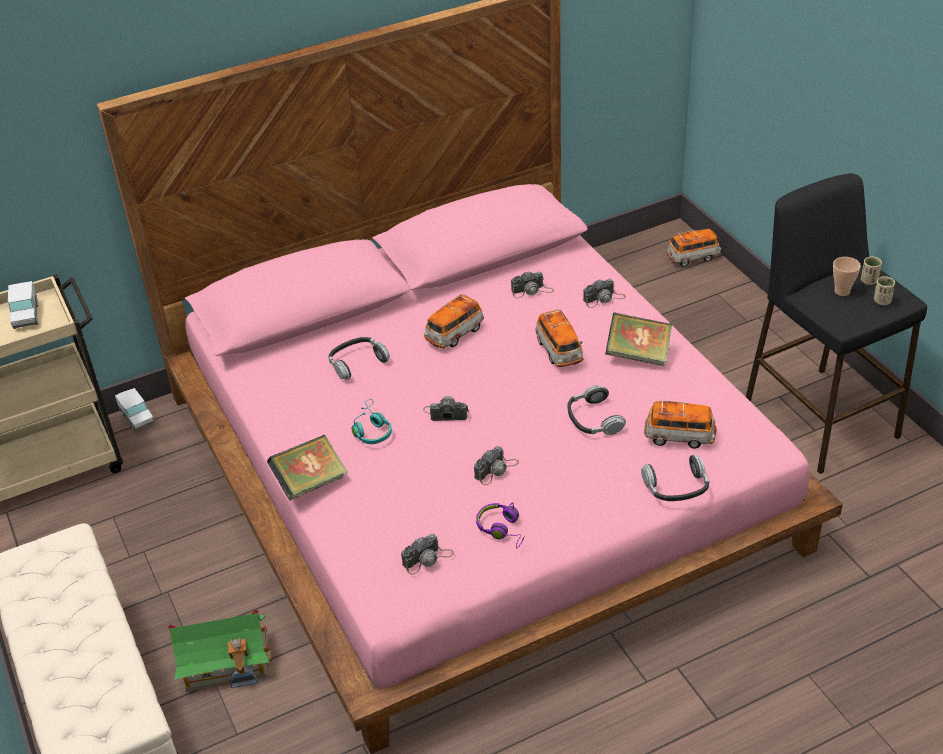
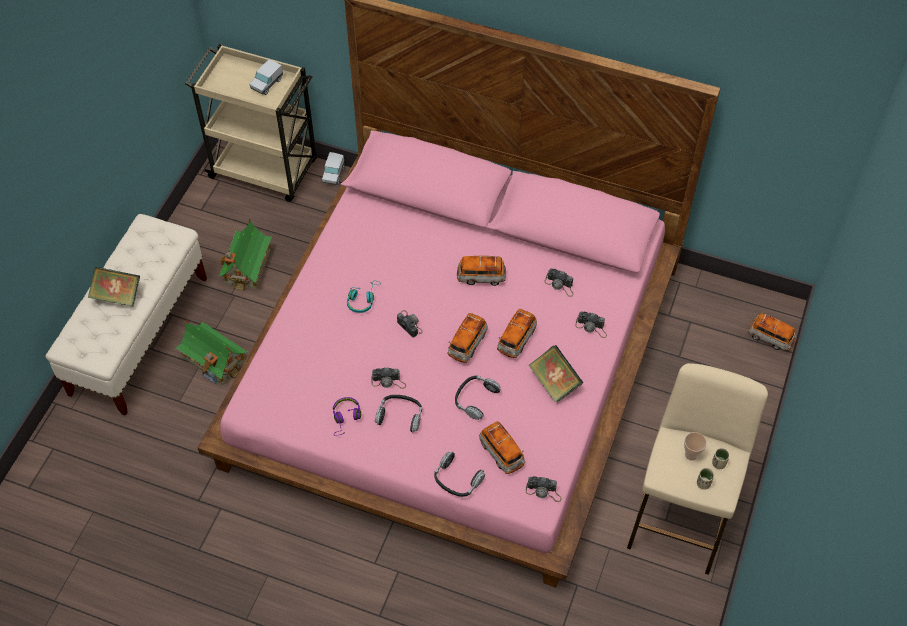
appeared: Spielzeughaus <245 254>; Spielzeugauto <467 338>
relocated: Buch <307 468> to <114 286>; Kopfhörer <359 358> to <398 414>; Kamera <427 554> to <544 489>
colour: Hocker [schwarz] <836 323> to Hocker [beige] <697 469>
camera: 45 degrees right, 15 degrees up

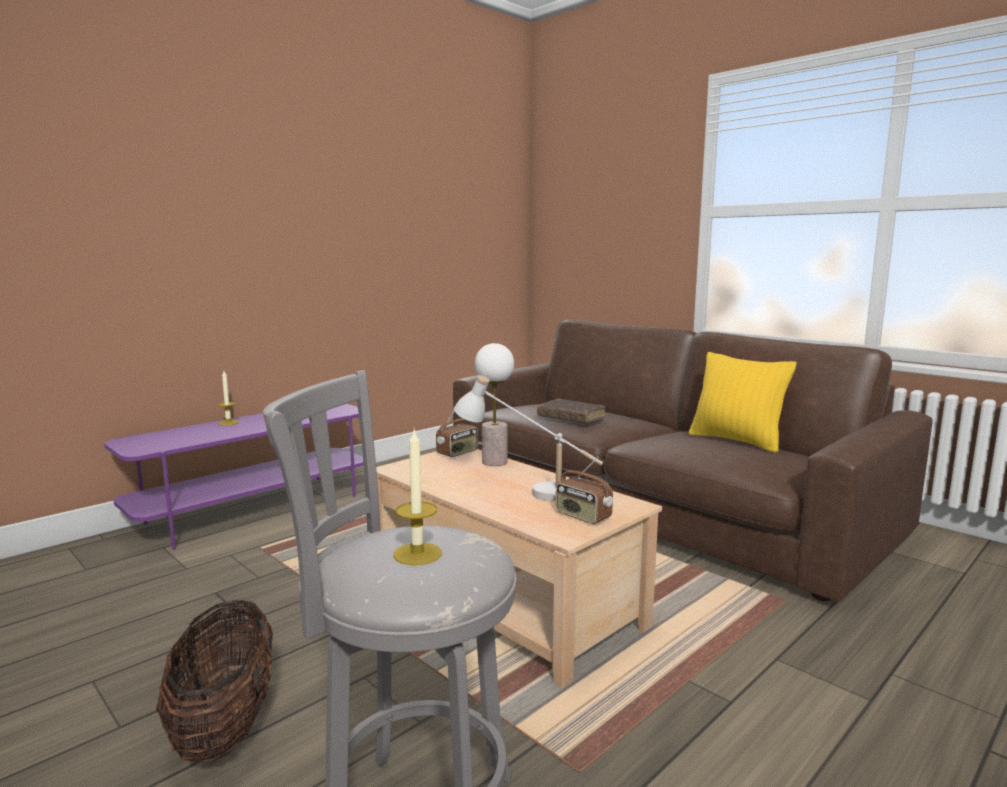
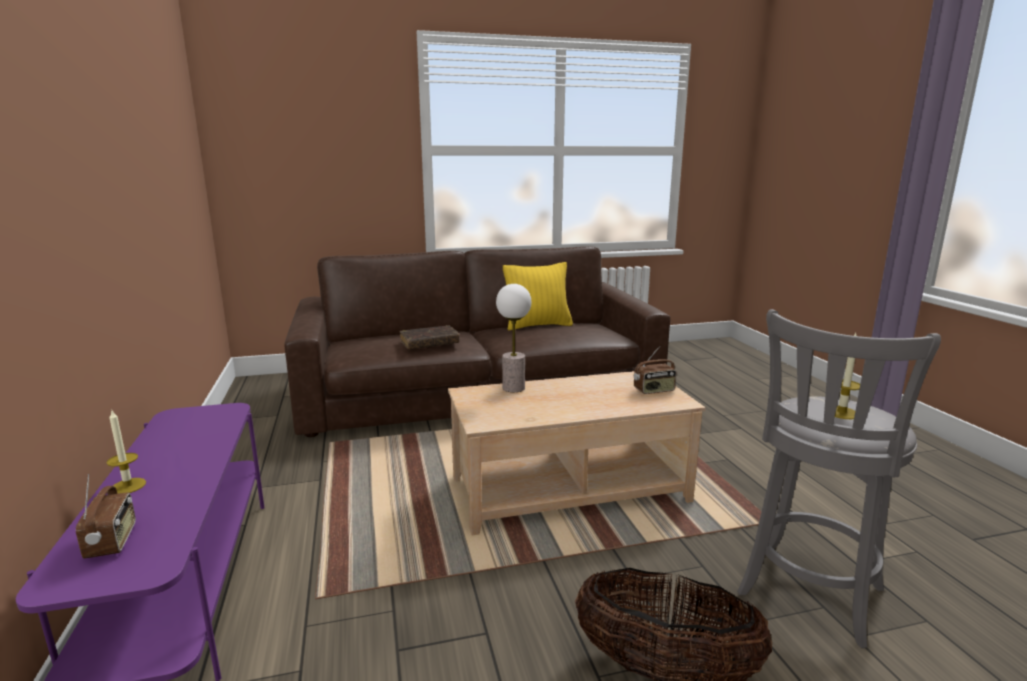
missing: Tischlampe [weiß] <528 438>
relocated: Radio <457 434> to <106 516>
camera: 60 degrees left, 5 degrees up

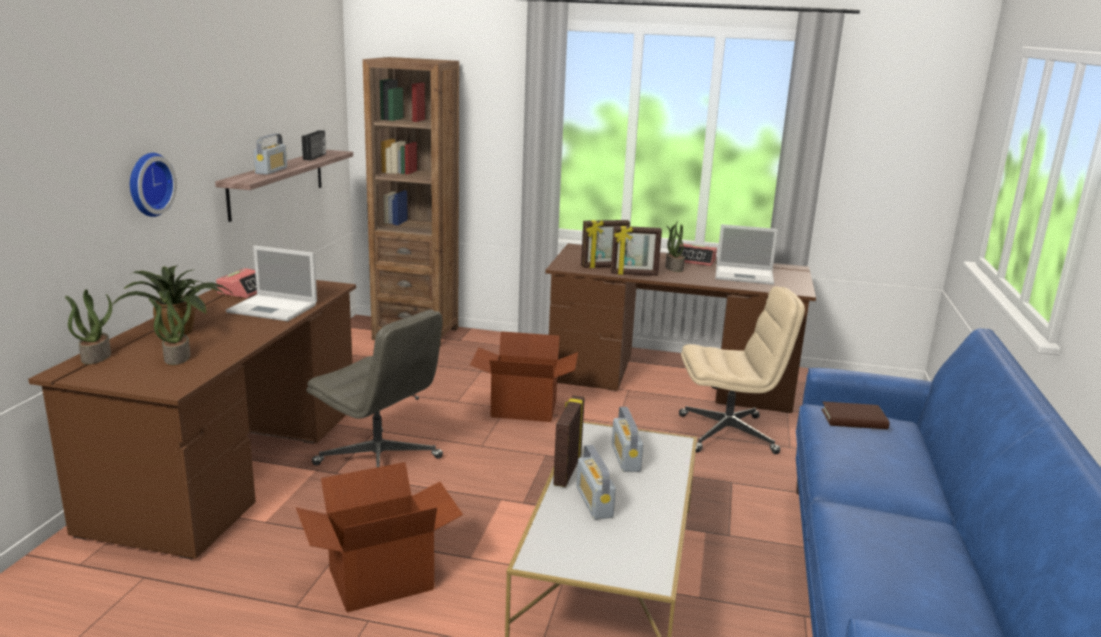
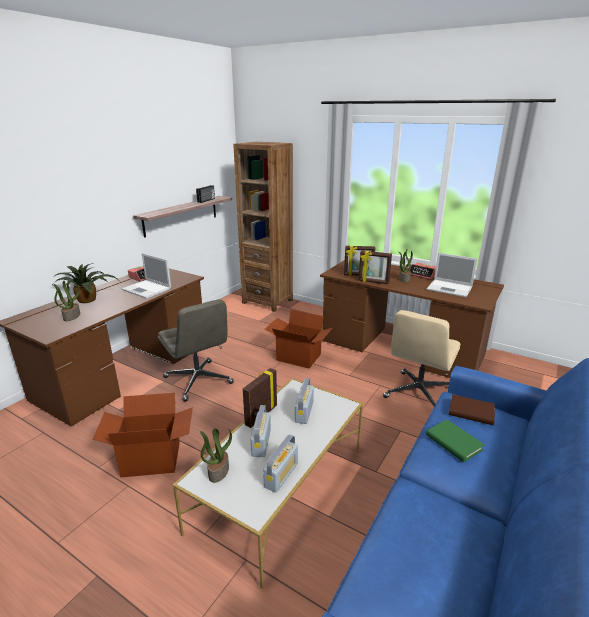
missing: Wanduhr <153 185>
appeared: Buch [grün] <455 441>
relocated: Topfpflanze <88 326> to <216 455>; Radio <270 154> to <280 463>
spun: Bürostuhl [beige] <742 370> = <421 358> 105 degrees clockwise
camera: 20 degrees right, 5 degrees up

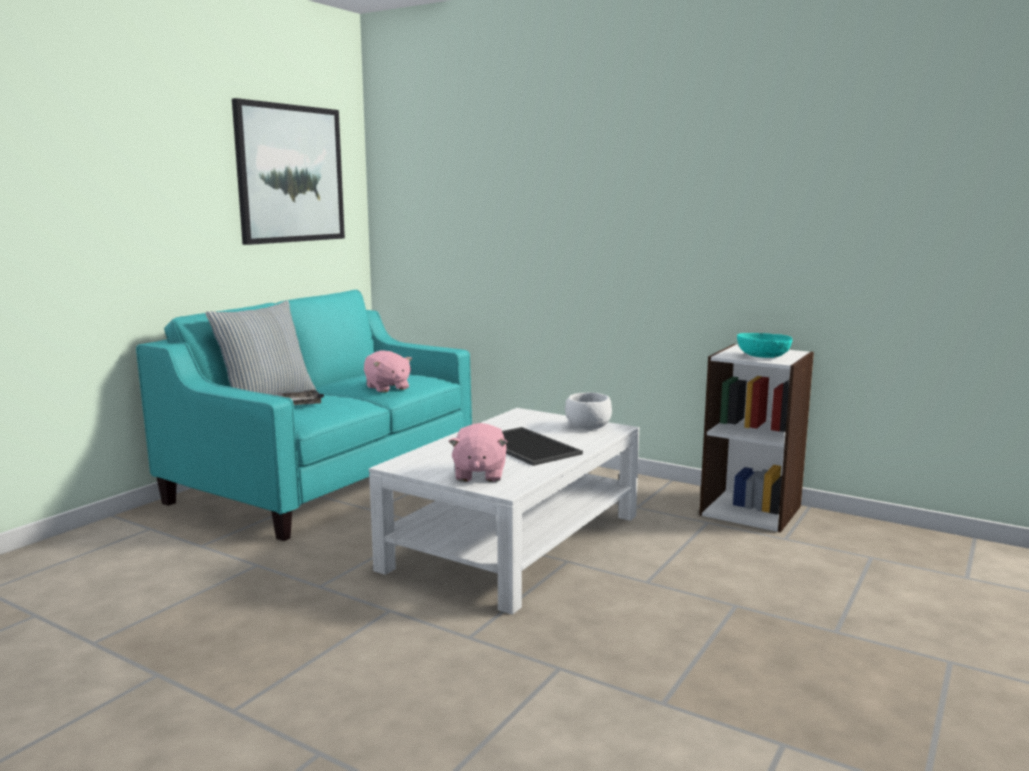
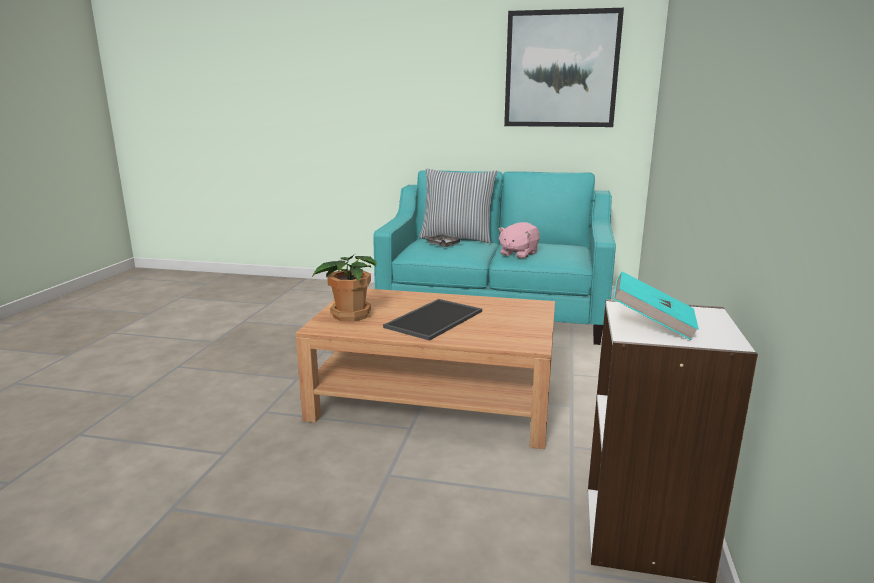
missing: Schüssel [weiß] <588 411>
exchanged: Plüschtier [rosa] <477 452> to Topfpflanze <343 287>; Schüssel [türkis] <764 345> to Buch [türkis] <656 306>
colour: Couchtisch [weiß] <504 511> to Couchtisch [braun] <425 369>
camera: 70 degrees right, 5 degrees up

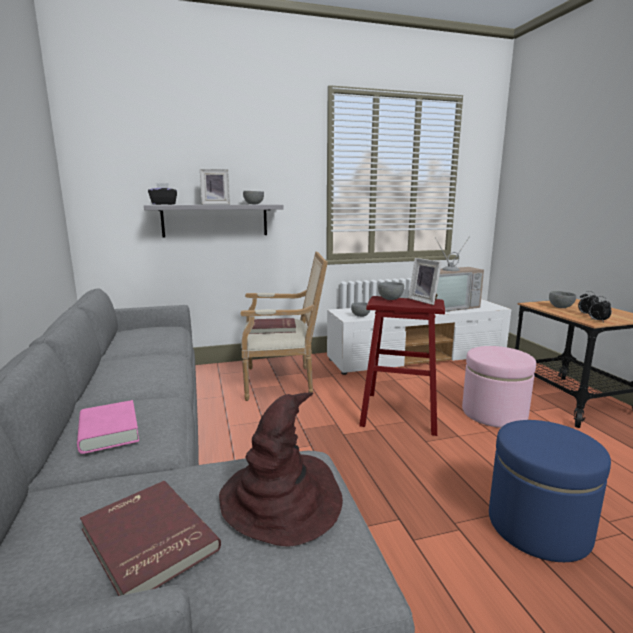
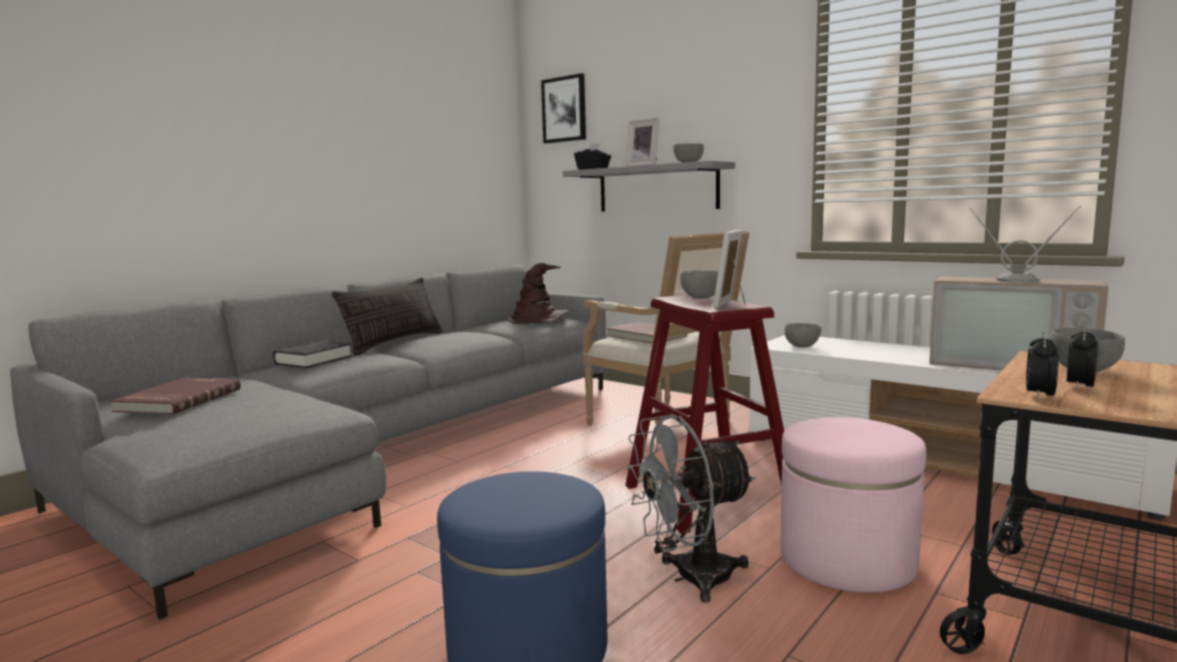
appeared: Kissen <387 316>; Bild <563 108>; Ventilator [grau] <690 508>
relocated: Hut [braun] <281 469> to <538 293>
colour: Buch [rosa] <108 427> to Buch [schwarz] <312 354>
camera: 55 degrees right, 5 degrees down

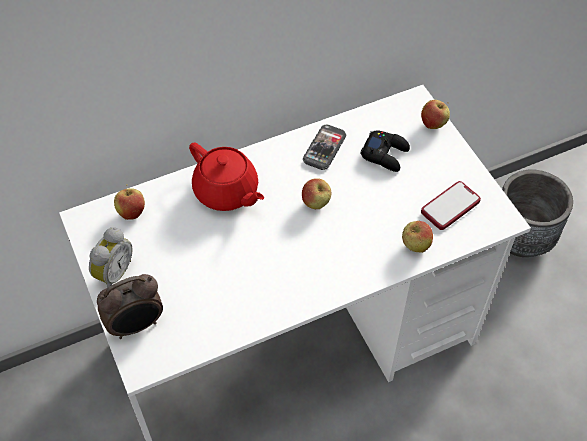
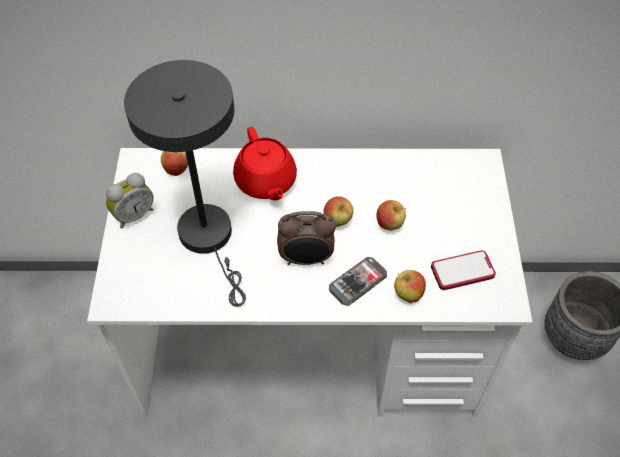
missing: Gamepad [schwarz] <385 151>
appeared: Tischlampe [grau] <185 183>
relocated: Wecker <130 306> to <306 238>; Handy <324 147> to <358 281>; Apfel <435 114> to <391 215>
camera: 25 degrees right, 0 degrees up

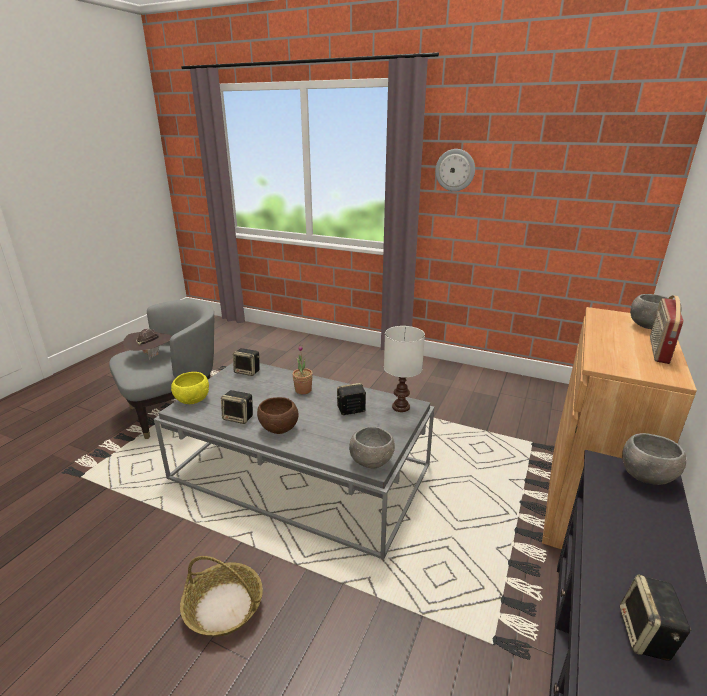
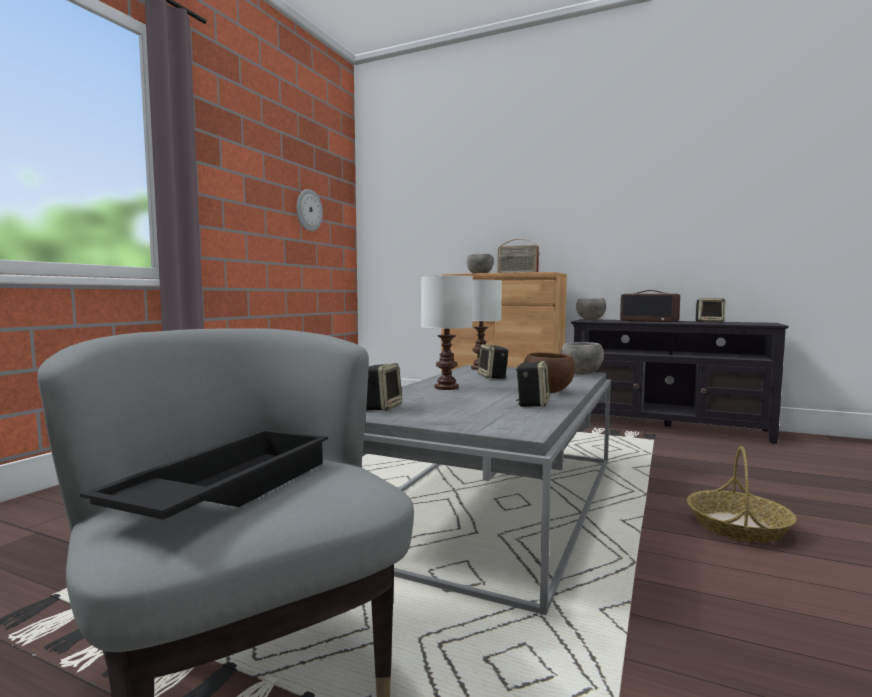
missing: Schüssel [gelb] <190 388>
appeared: Radio <650 306>
relocated: Wanduhr <455 170> to <310 210>
exchanged: Hut [braun] <147 344> to Tablett [schwarz] <204 474>; Topfpflanze <302 369> to Tischlampe [weiß] <447 332>
camera: 90 degrees left, 20 degrees down

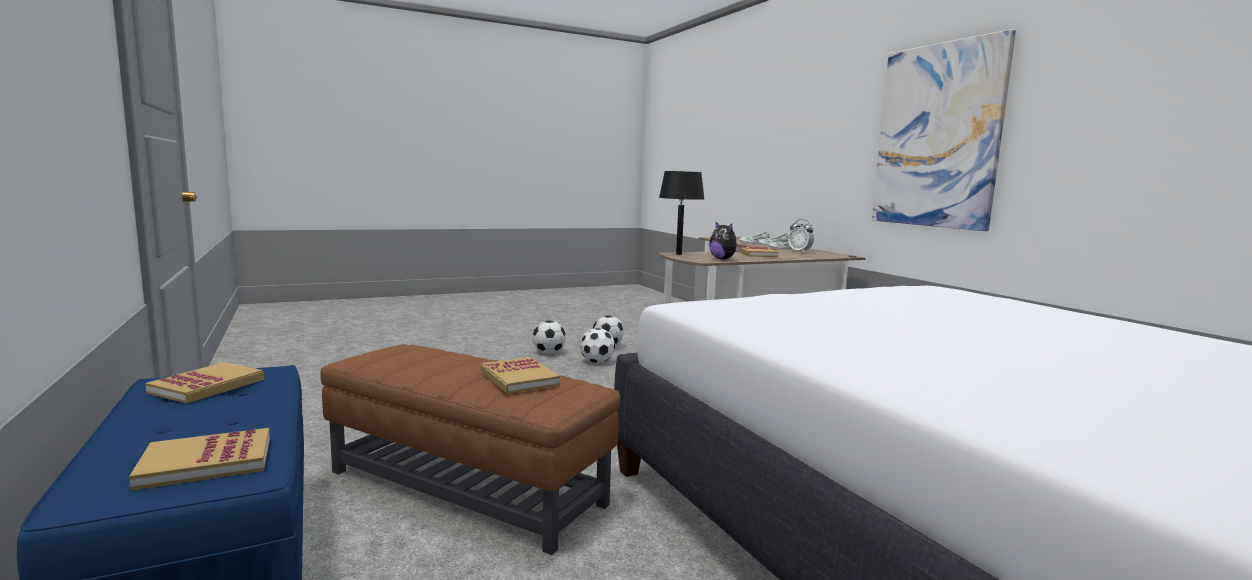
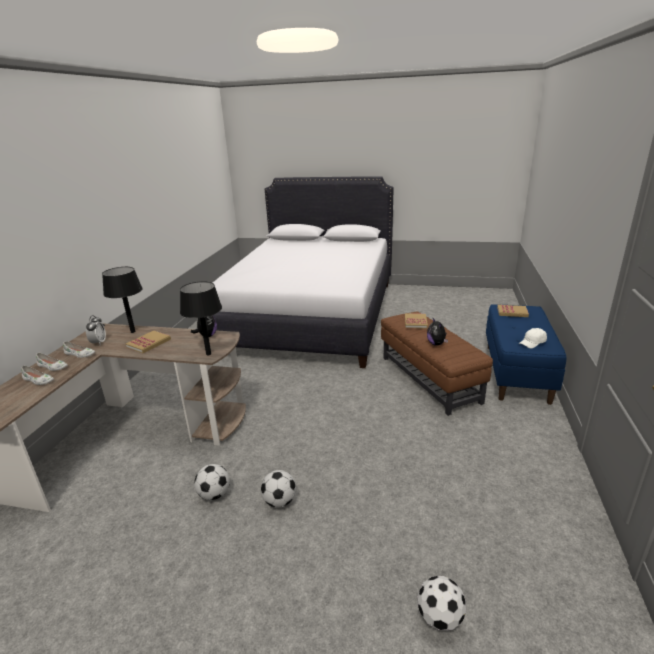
missing: Bild <944 130>
appeared: Tischlampe [schwarz] <122 300>; Plüschtier <437 332>
relocated: Fußball <597 345> to <441 603>
exchanged: Buch <205 383> to Kappe [weiß] <533 338>
camera: 140 degrees left, 15 degrees up

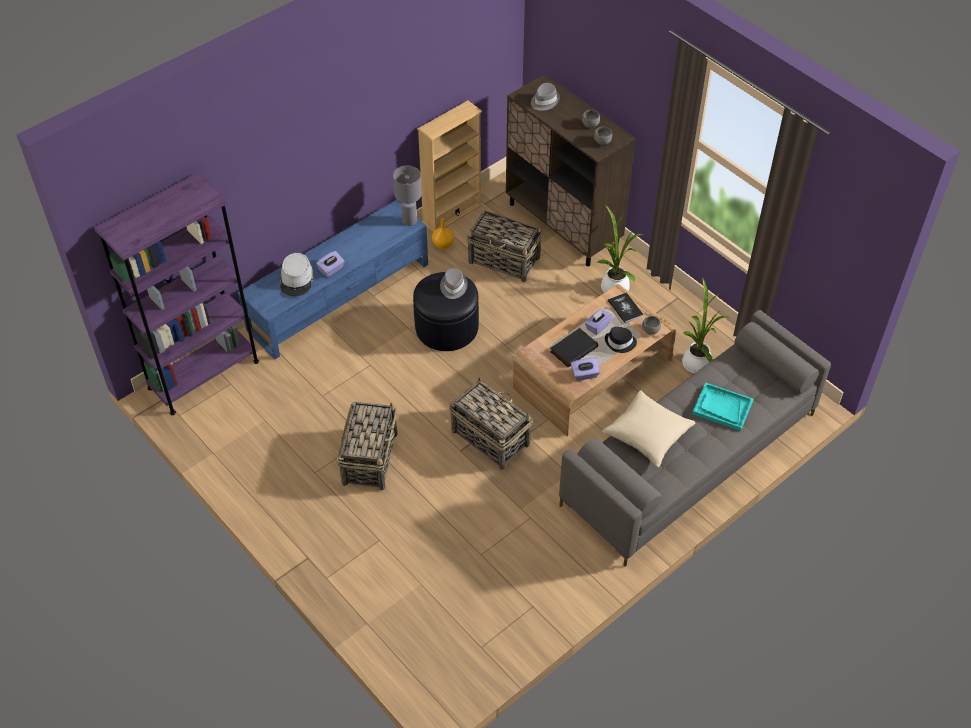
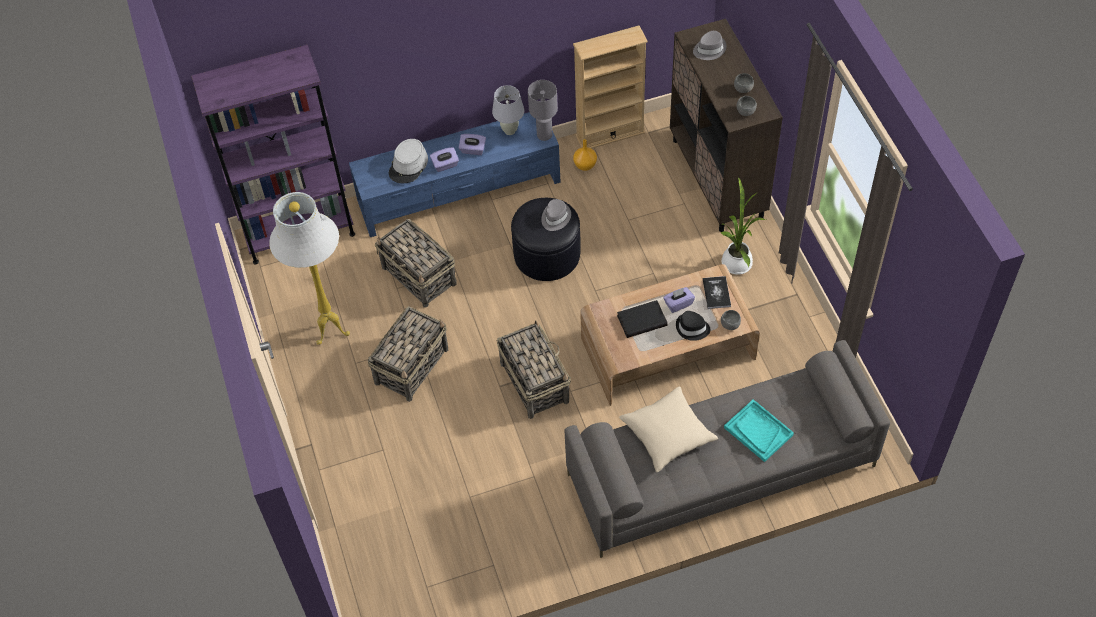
missing: Topfpflanze <706 325>
appeared: Stehlampe [weiß] <309 268>; Tischlampe [weiß] <508 110>
relocated: Korb <504 246> to <415 263>; Taschentuchbox [lila] <585 369> to <472 144>
camera: 25 degrees right, 5 degrees up

